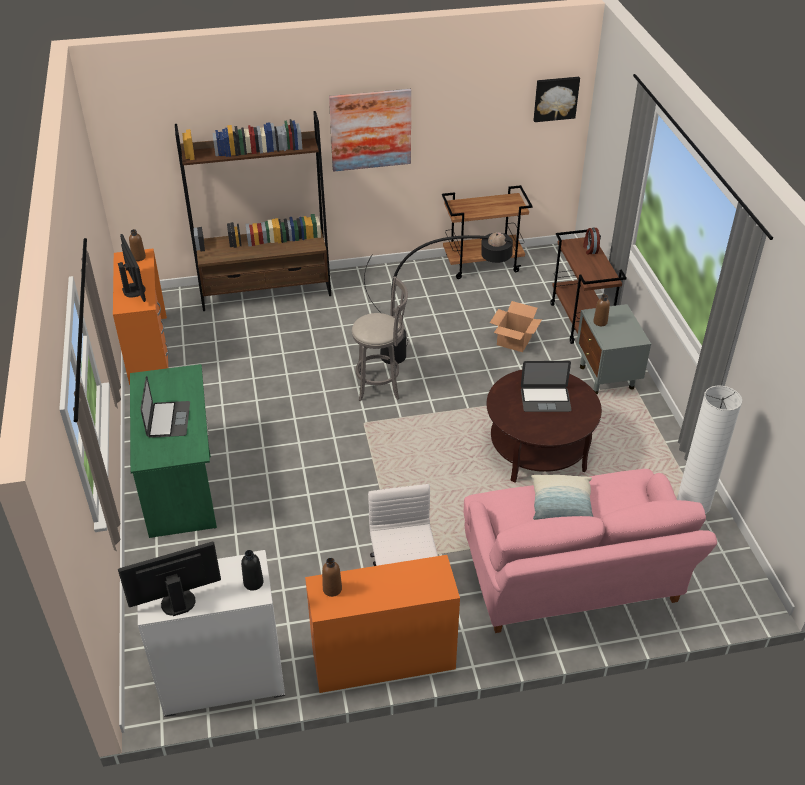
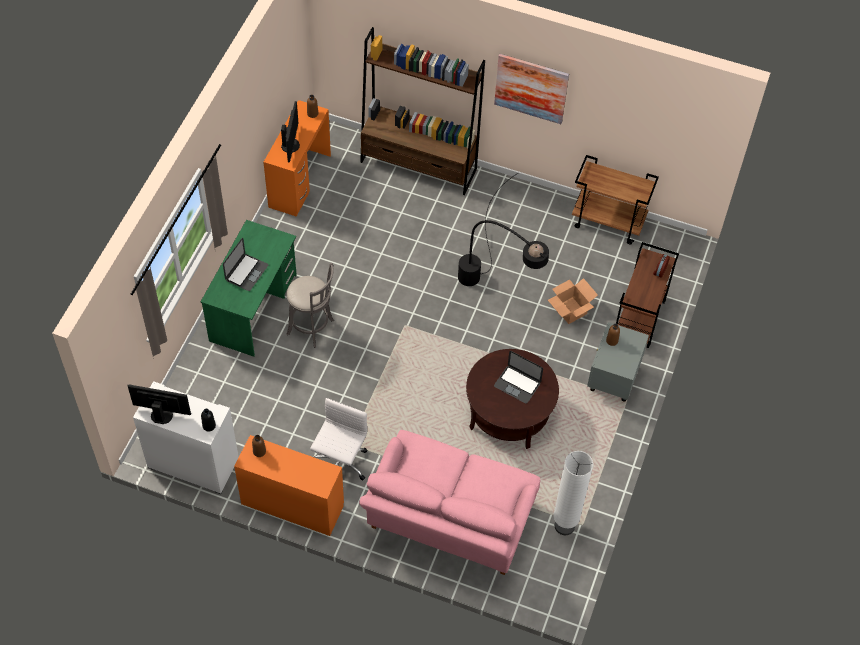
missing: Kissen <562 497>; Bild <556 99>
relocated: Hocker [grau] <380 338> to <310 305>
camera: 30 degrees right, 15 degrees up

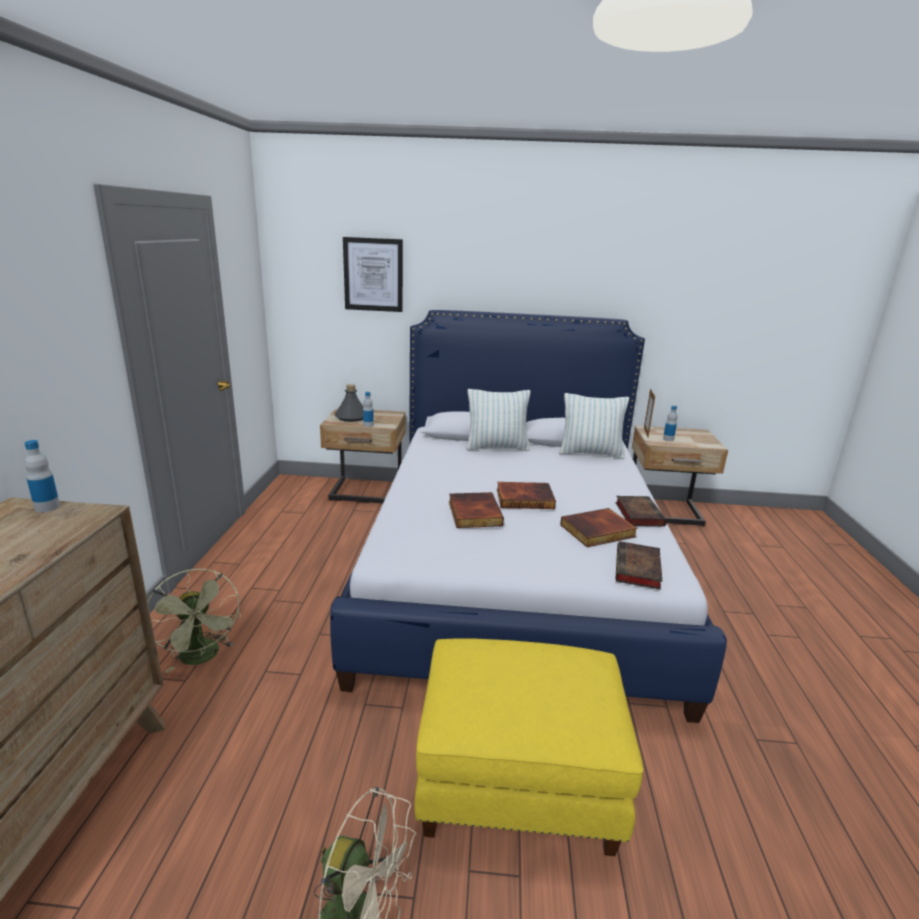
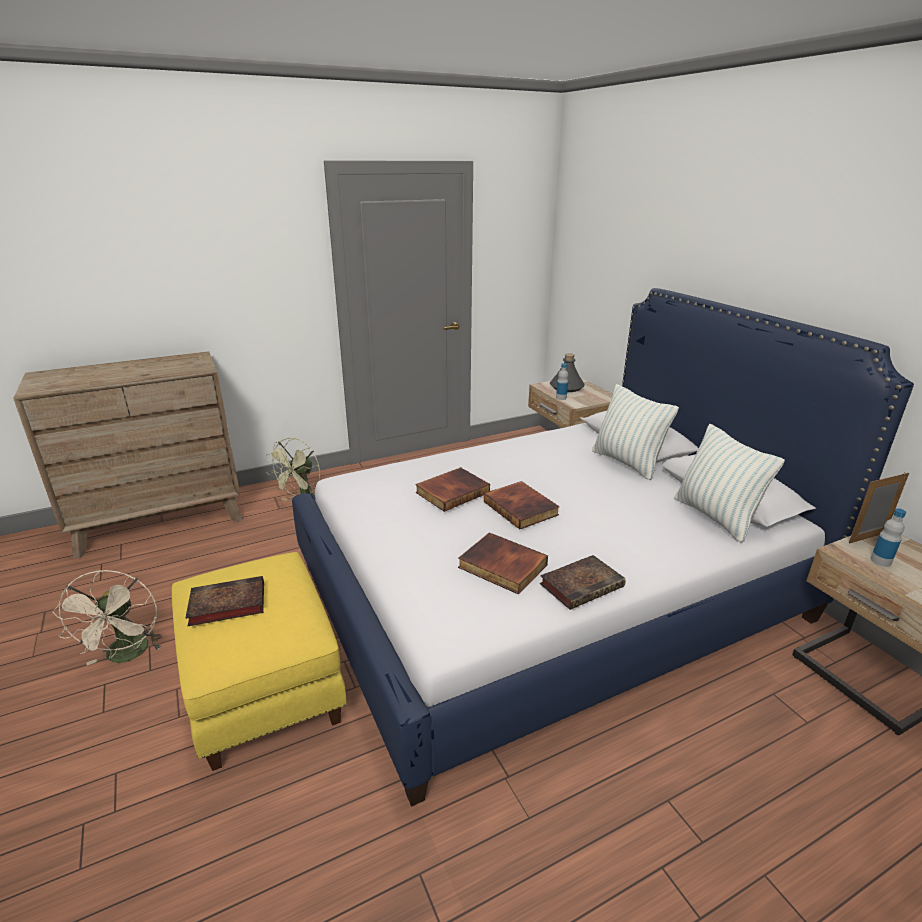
missing: Flasche <42 476>; Bild <373 274>
relocated: Buch <639 565> to <225 601>
camera: 60 degrees right, 5 degrees up

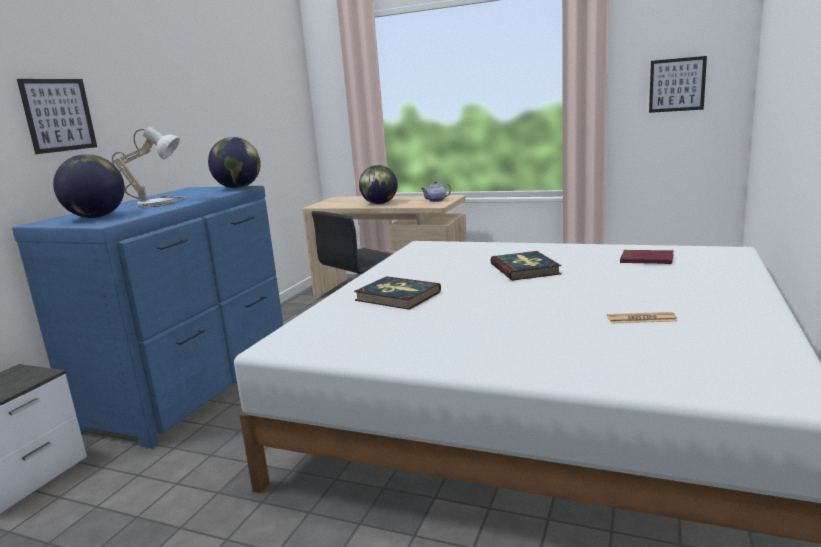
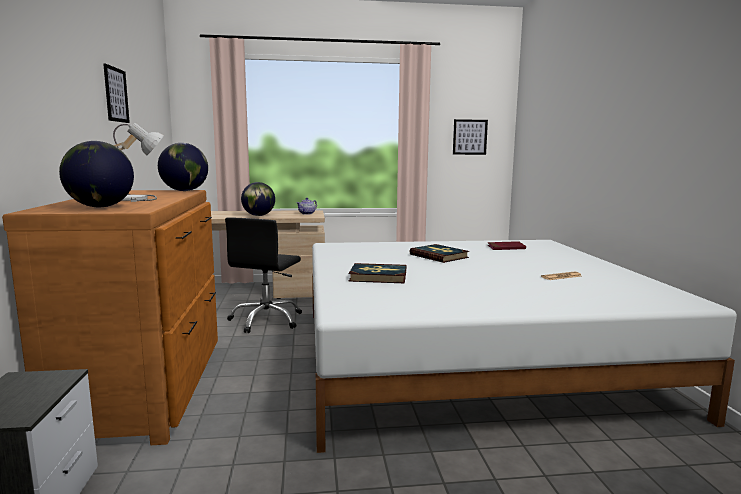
relocated: Bild <57 116> to <116 93>
colour: Kommode [blau] <147 317> to Kommode [braun] <110 317>
camera: 30 degrees left, 5 degrees down

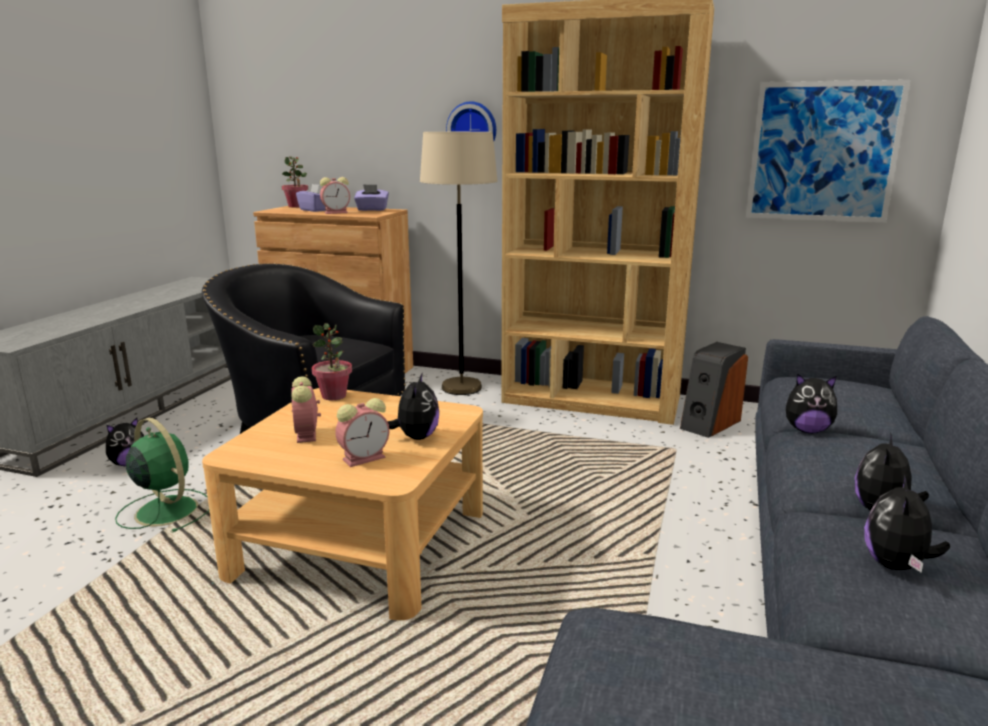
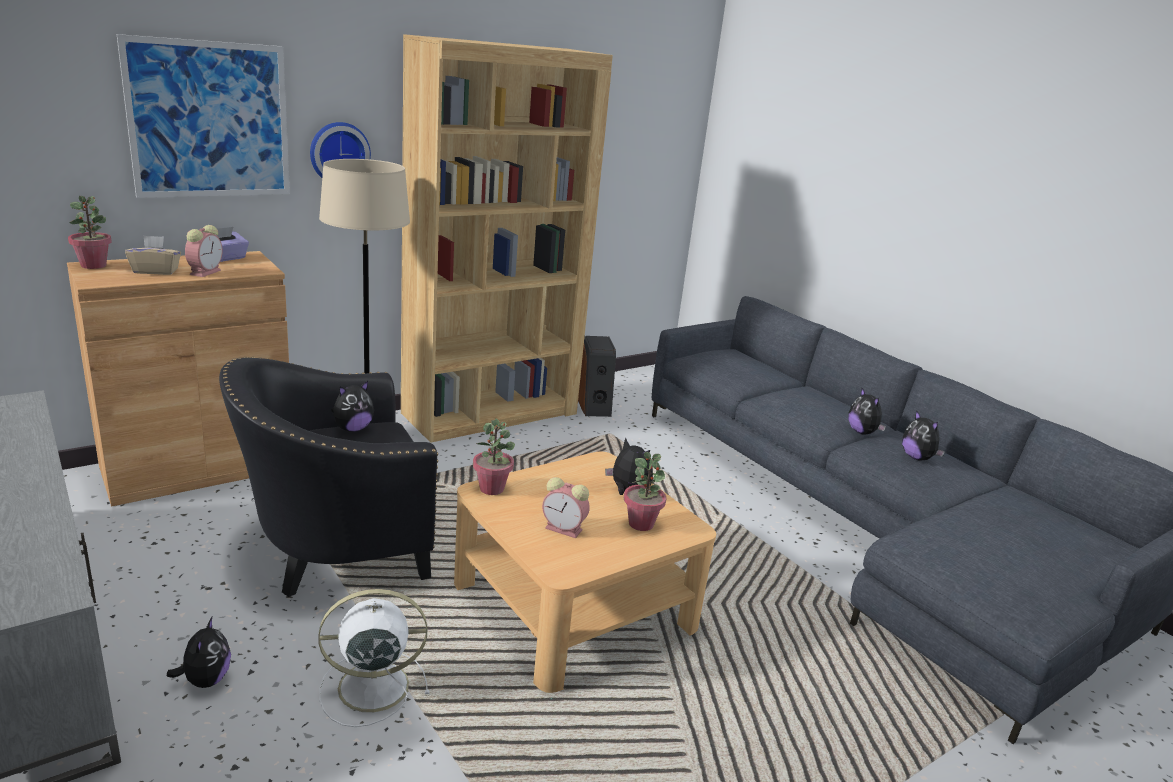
relocated: Bild <828 151> to <203 116>; Plüschtier <811 403> to <352 406>
exchanged: Wecker <362 432> to Topfpflanze <645 491>
colour: Taschentuchbox [lila] <311 198> to Taschentuchbox [beige] <153 255>; Ventilator [grün] <162 475> to Ventilator [weiß] <374 658>
camera: 55 degrees left, 5 degrees up

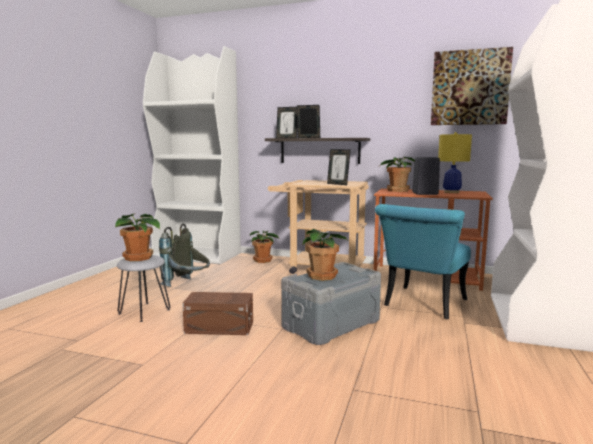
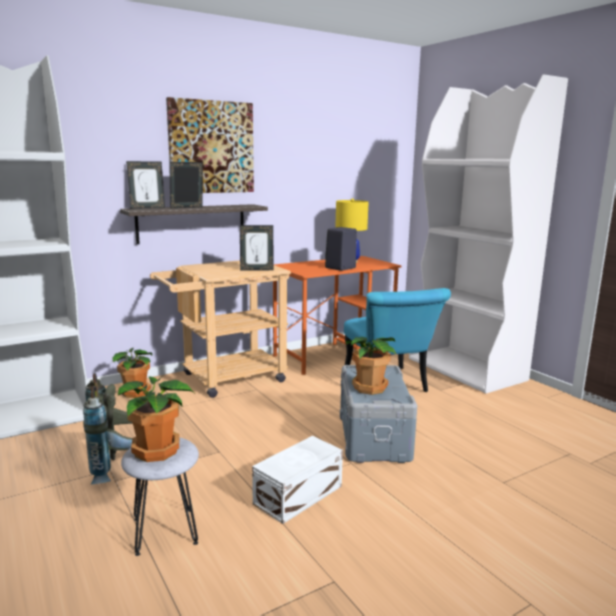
missing: Topfpflanze <397 174>
relocated: Bild <472 86> to <210 145>
colour: Aufbewahrungsbox [braun] <217 313> to Aufbewahrungsbox [weiß] <297 480>
camera: 50 degrees left, 5 degrees up

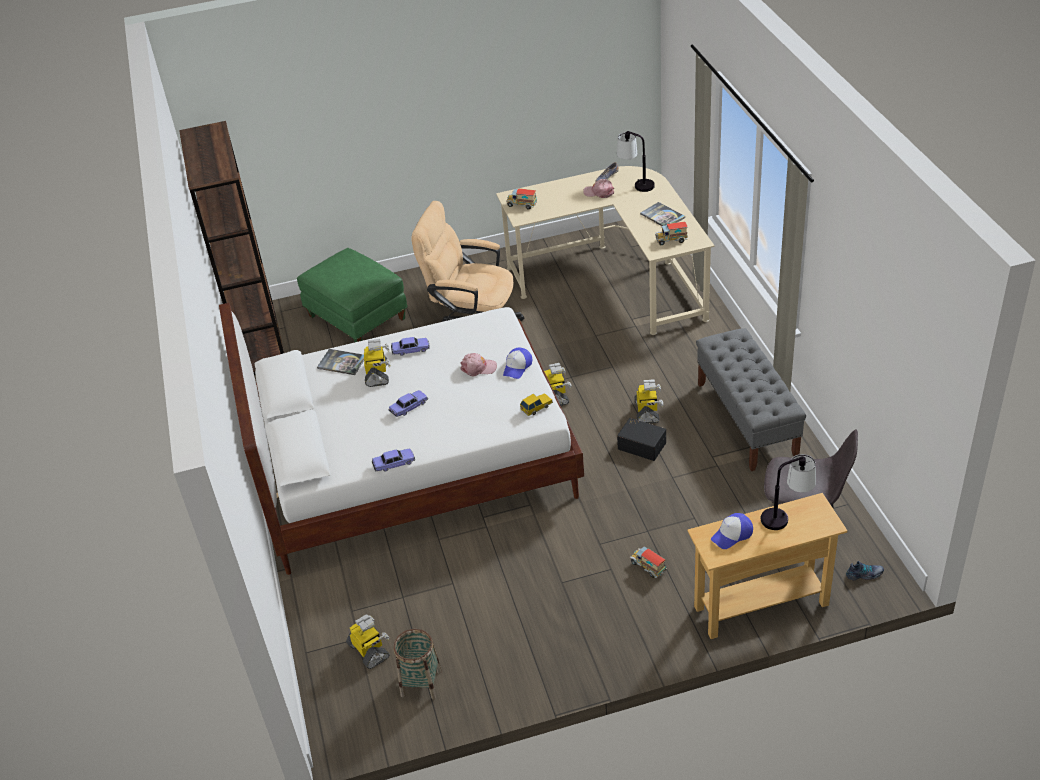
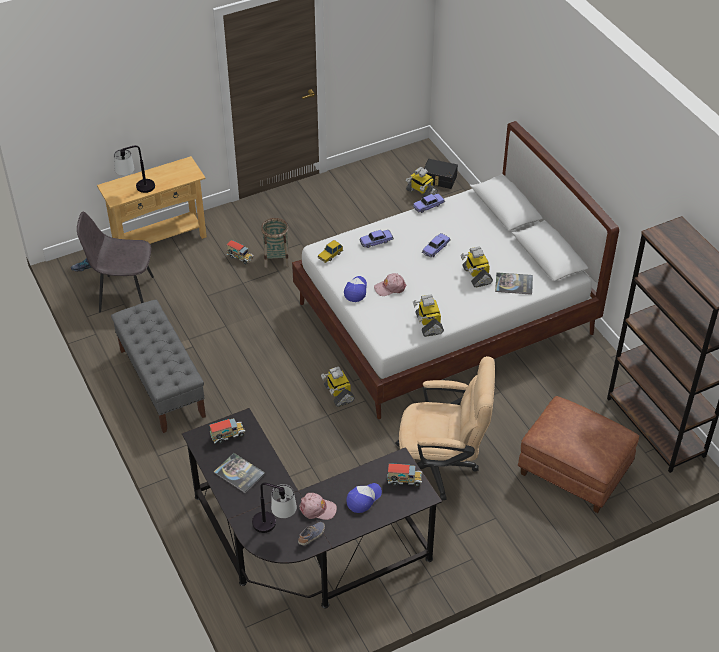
relocated: Korb <417 664> to <275 243>; Kappe <732 531> to <364 498>; Spielzeugauto <410 346> to <377 239>; Spielzeugroboter <648 401> to <428 315>; Aufbewahrungsbox [schwarz] <641 439> to <441 174>
colour: Schreibtisch [beige] <605 250> to Schreibtisch [schwarz] <312 508>; Polsterhocker [grün] <352 295> to Polsterhocker [braun] <578 454>
camera: 165 degrees right, 5 degrees up

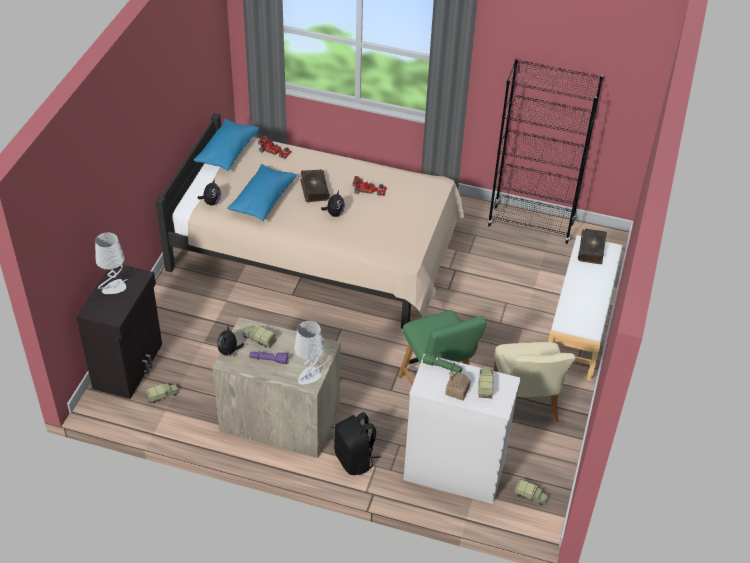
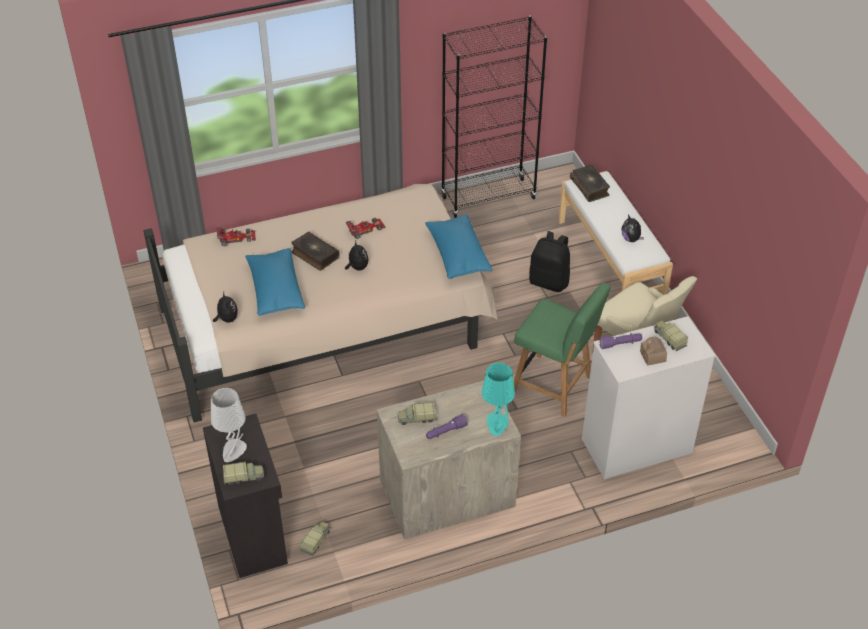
relocated: Spielzeuglaster <531 492> to <243 473>; Kissen [blau] <226 145> to <458 246>; Rucksack [schwarz] <357 443> to <549 261>; Plüschtier <230 341> to <632 228>
colour: Tischlampe [grau] <309 353> to Tischlampe [türkis] <498 399>; Taschenlampe [grün] <442 362> to Taschenlampe [lila] <620 341>
camera: 35 degrees left, 0 degrees up

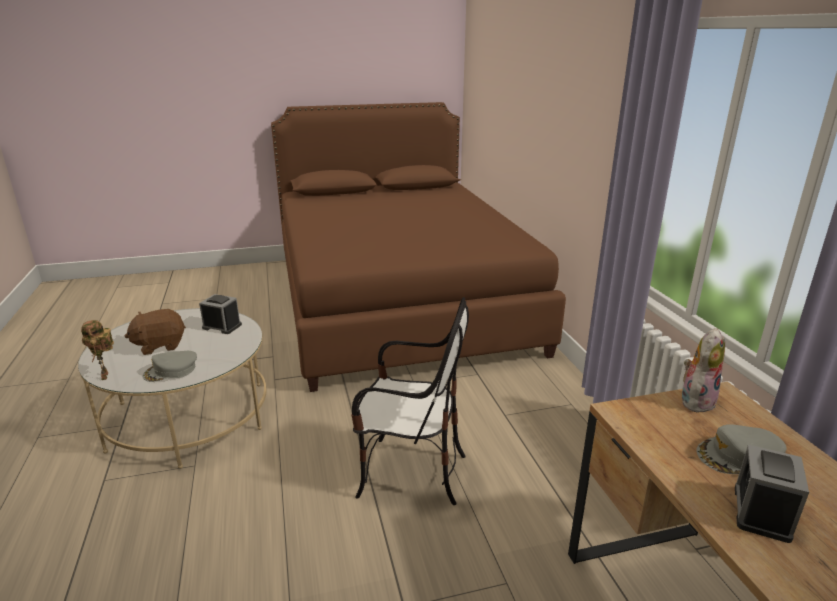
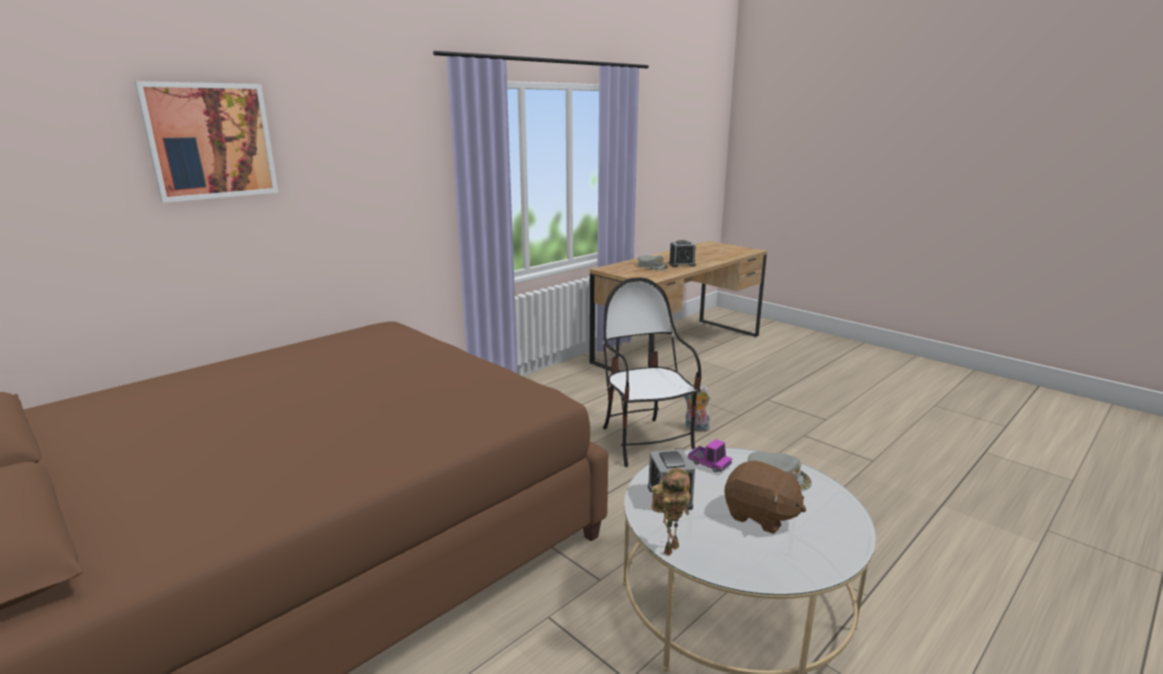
appeared: Bild <206 142>; Spielzeuglaster <710 455>
relocated: Spielzeugroboter <97 350> to <670 512>; Plüschtier <703 370> to <697 408>
camera: 120 degrees left, 5 degrees down

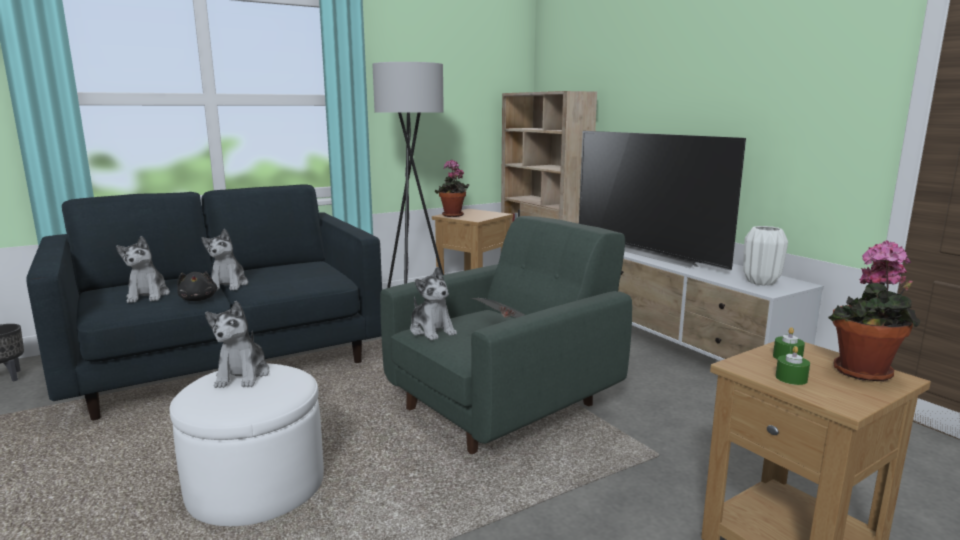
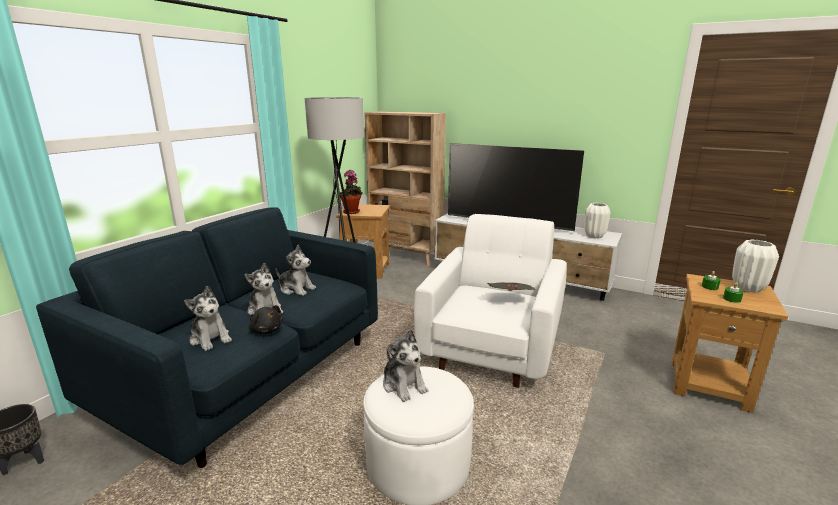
relocated: Plüschtier <433 303> to <296 270>
exchanged: Topfpflanze <874 310> to Vase [weiß] <755 266>
colour: Sessel [grün] <506 335> to Sessel [weiß] <490 301>
camera: 30 degrees left, 5 degrees up

